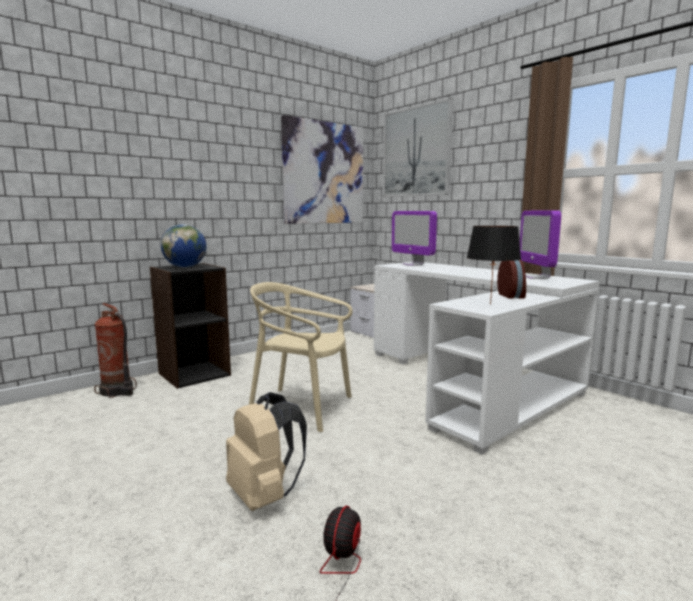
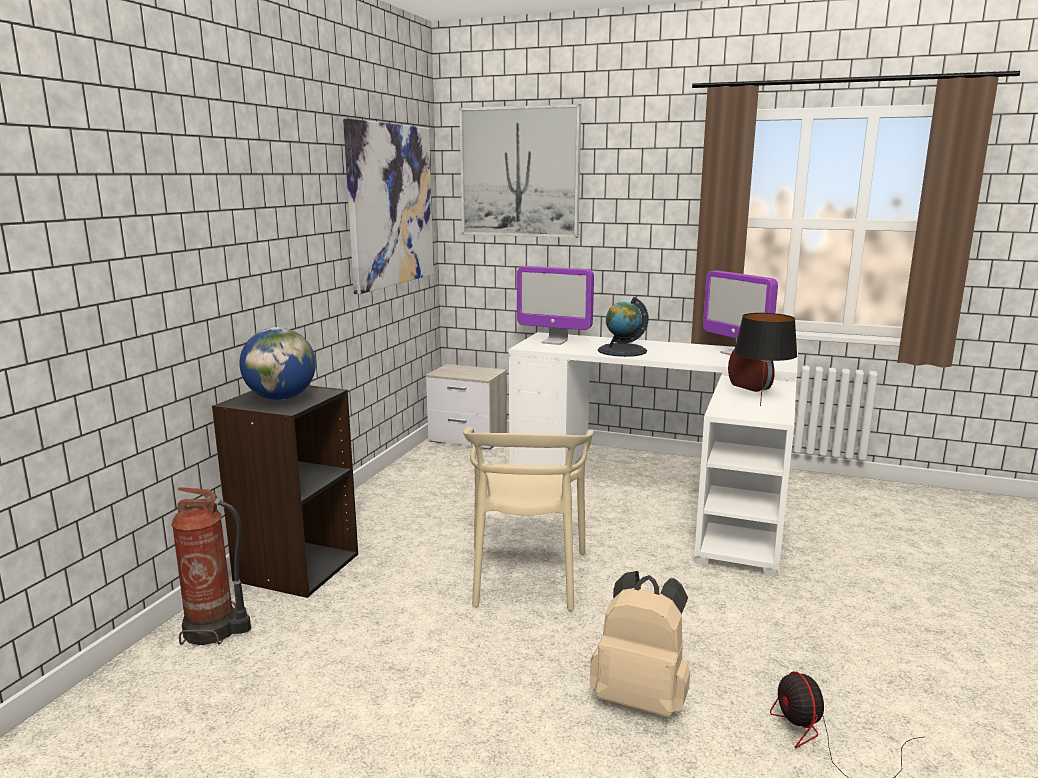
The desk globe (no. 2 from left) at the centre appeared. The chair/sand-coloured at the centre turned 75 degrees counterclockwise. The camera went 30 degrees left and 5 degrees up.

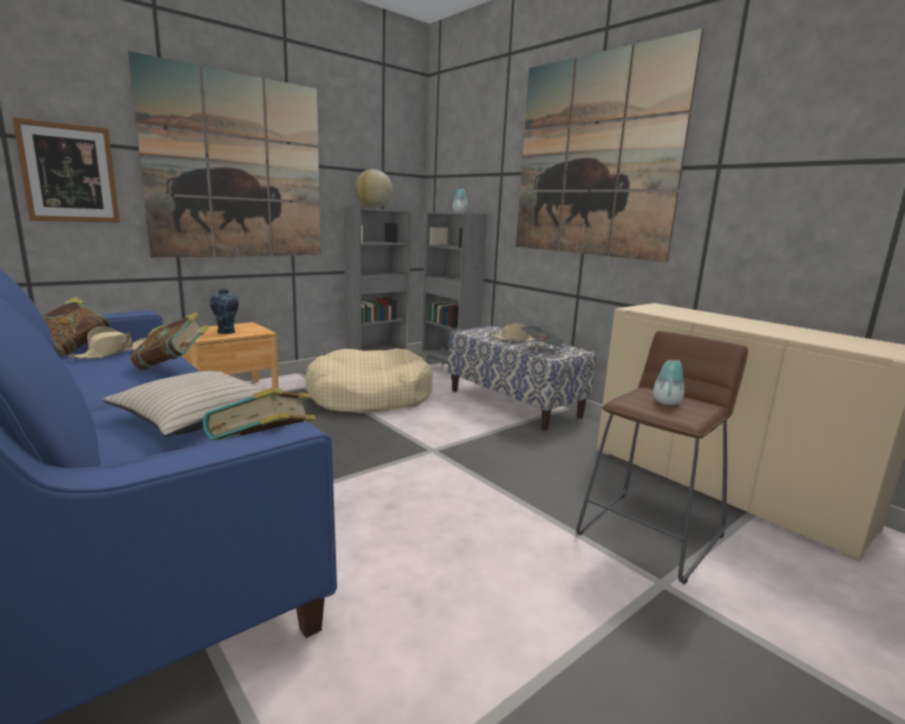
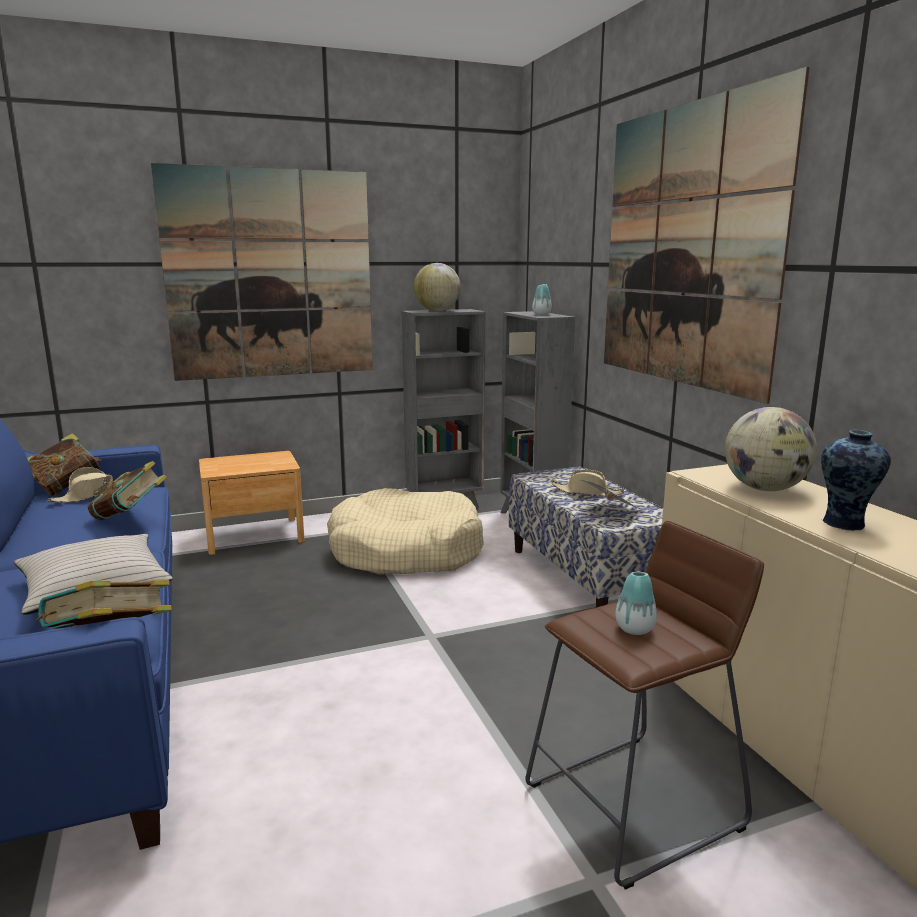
The picture (no. 1 from left) at the top left disappeared. The desk globe (no. 2 from left) at the middle right appeared. The vase (no. 1 from left in the first image) moved from the middle left to the middle right. The camera went 20 degrees right and 0 degrees up.

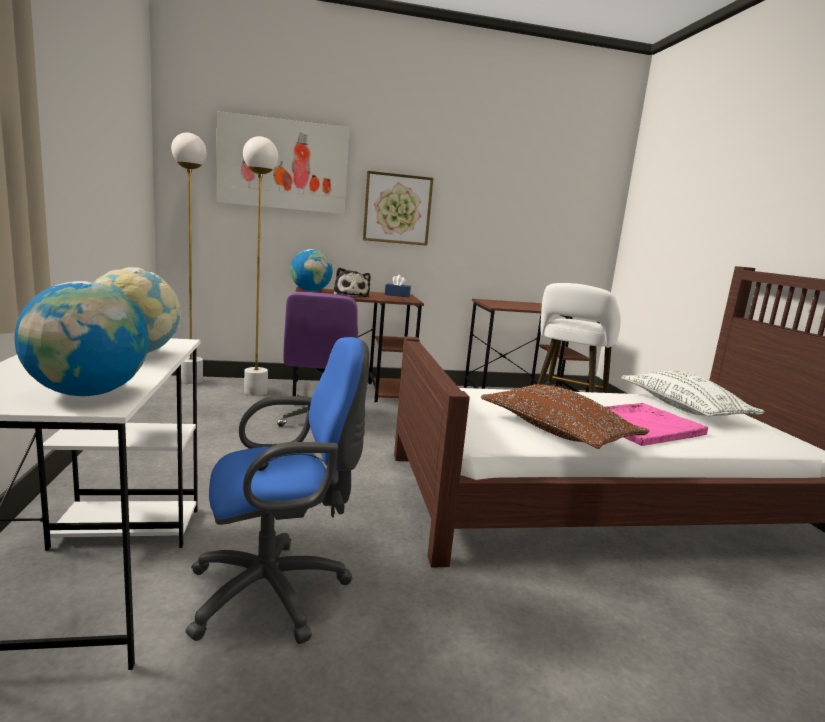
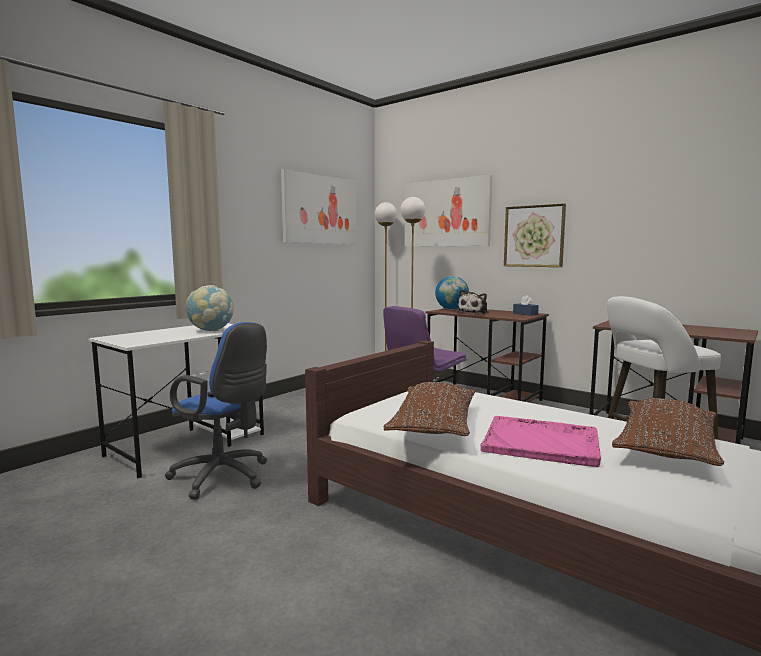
The desk globe (no. 1 from left) at the middle left disappeared. The picture (no. 1 from left) at the top centre appeared. The pillow/whitish at the middle right became the pillow/brown (no. 2 from left) at the middle right. The camera went 50 degrees right and 5 degrees down.

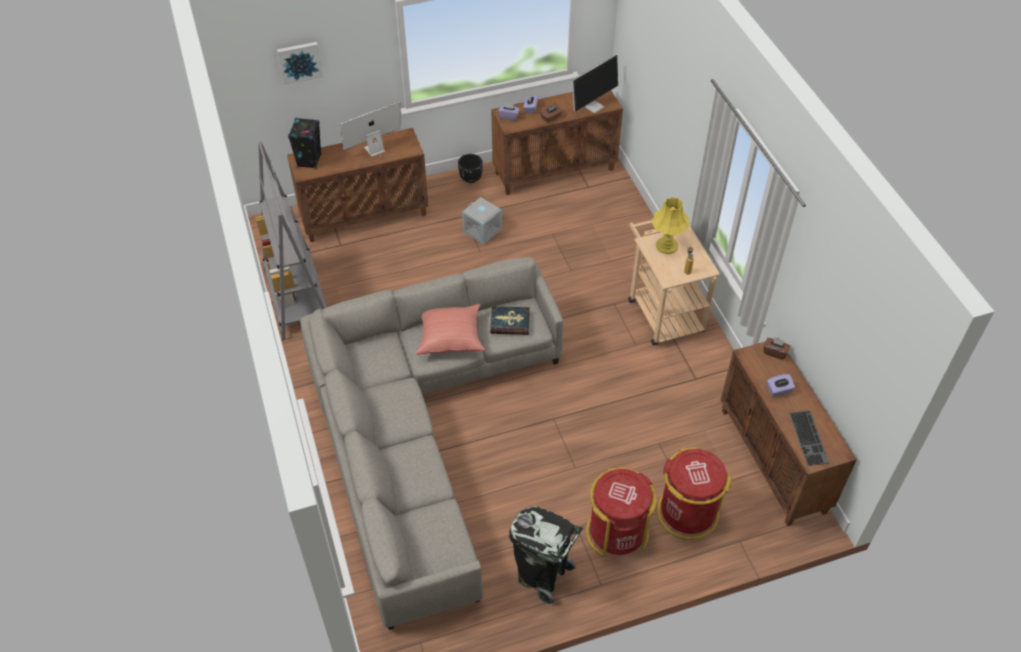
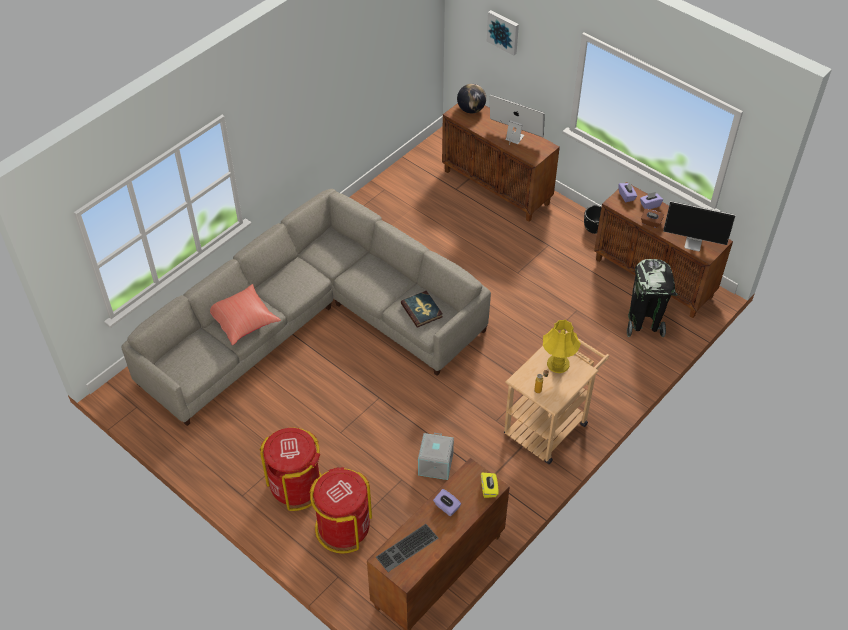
The shelving unit/gray at the middle left disappeared. The pillow/red-coloured moved from the centre to the middle left. The storage container/gray moved from the centre to the bottom centre. The trash can/black-coloured moved from the bottom centre to the middle right. The speaker/black-coloured at the top left was replaced by the desk globe at the top centre. The tissue box/brown (no. 2 from left) at the middle right became the tissue box/yellow-coloured at the bottom centre. The camera went 60 degrees right and 0 degrees up.

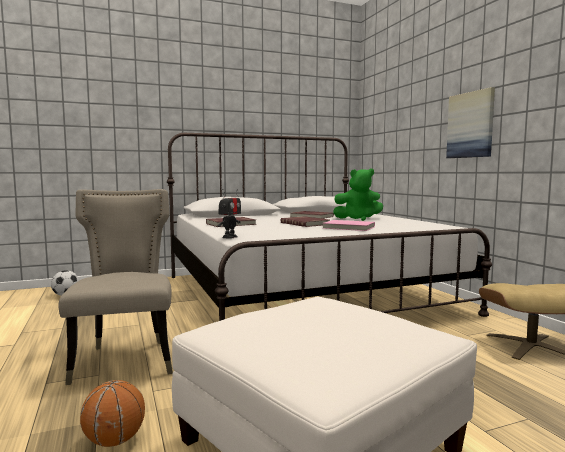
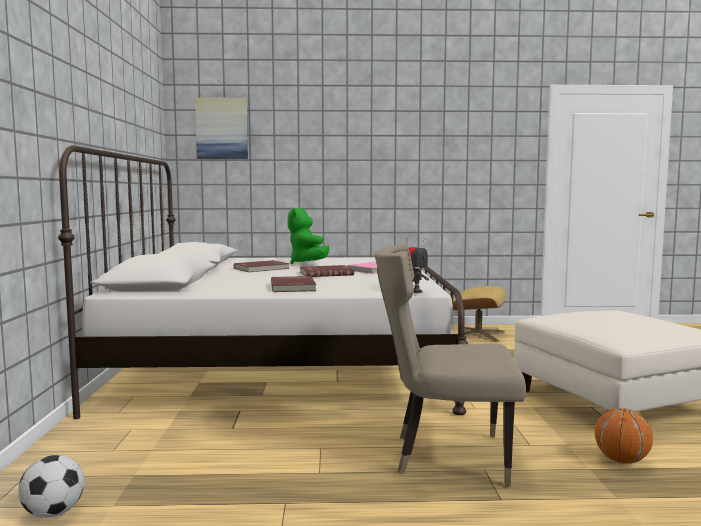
The picture moved from the top right to the top left. The plush toy/green-coloured at the centre turned 150 degrees clockwise. The camera went 70 degrees left and 0 degrees up.

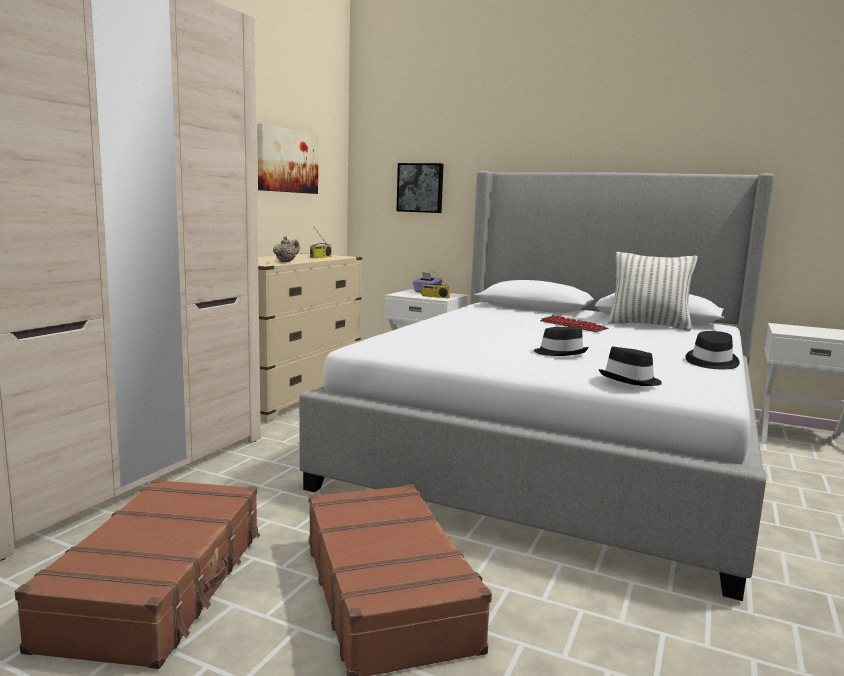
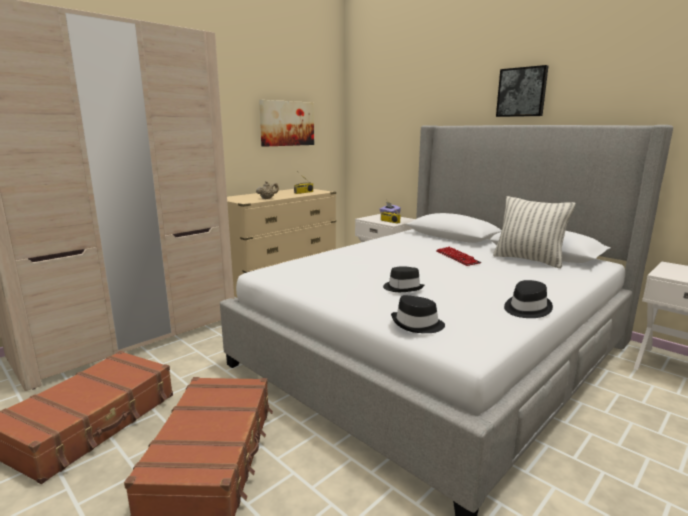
The picture (no. 2 from left) moved from the top centre to the top right. The camera went 20 degrees right and 5 degrees up.

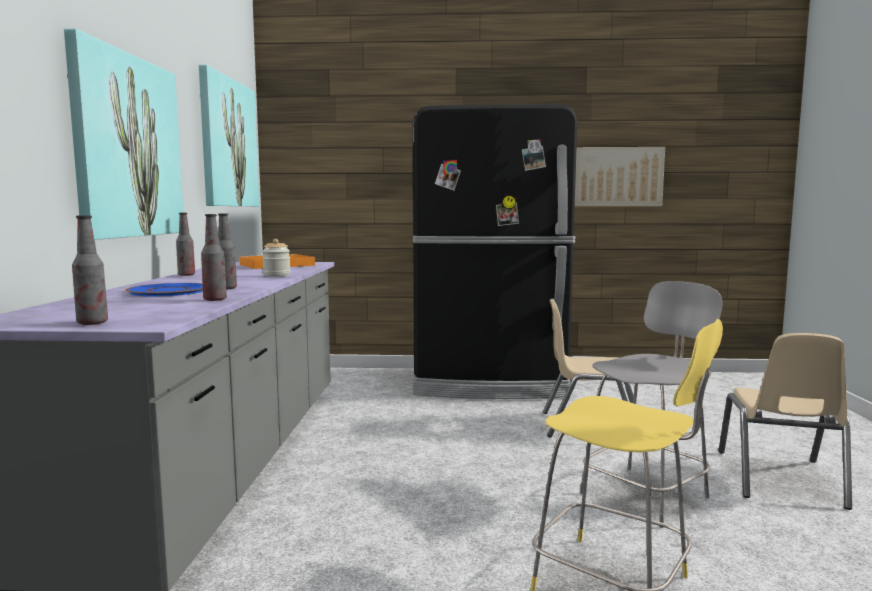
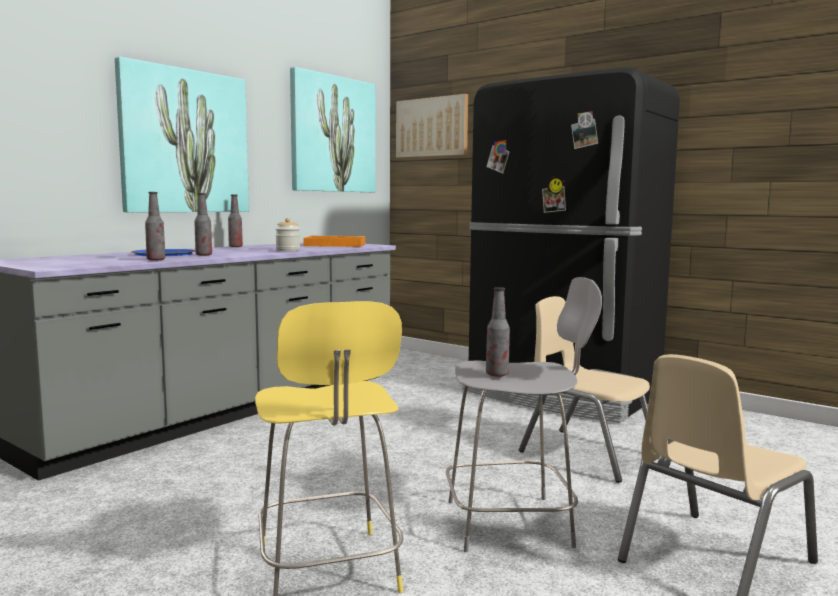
The drink bottle (no. 1 from left in the first image) moved from the middle left to the centre. The picture (no. 3 from left) moved from the top right to the top centre. The camera went 35 degrees right and 0 degrees up.

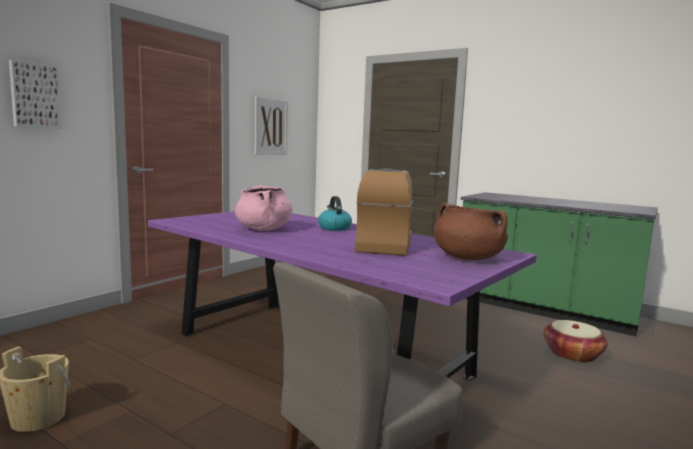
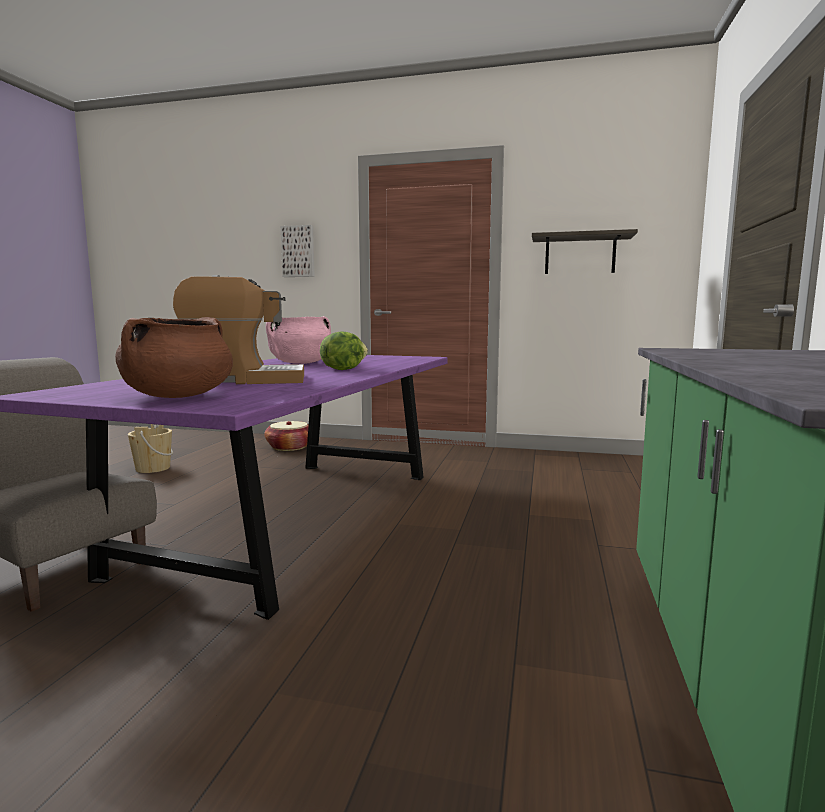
The household basket moved from the bottom right to the centre. The picture (no. 2 from left) at the top centre was replaced by the wall shelf at the top right. The water kettle at the centre was replaced by the head of lettuce at the centre. The camera went 70 degrees right and 0 degrees up.

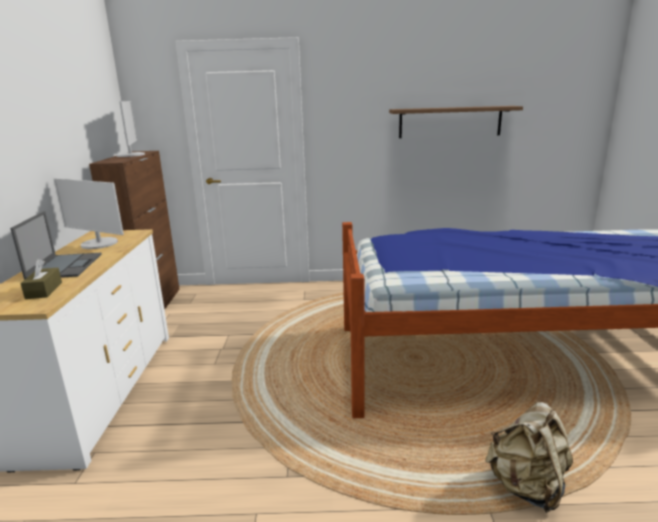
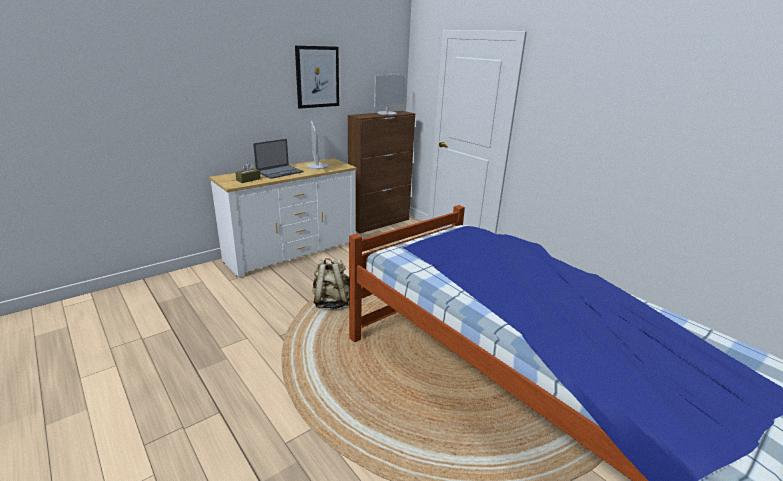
The wall shelf at the top right disappeared. The picture at the top centre appeared. The knapsack/sand-coloured moved from the bottom right to the centre. The camera went 50 degrees right and 5 degrees up.

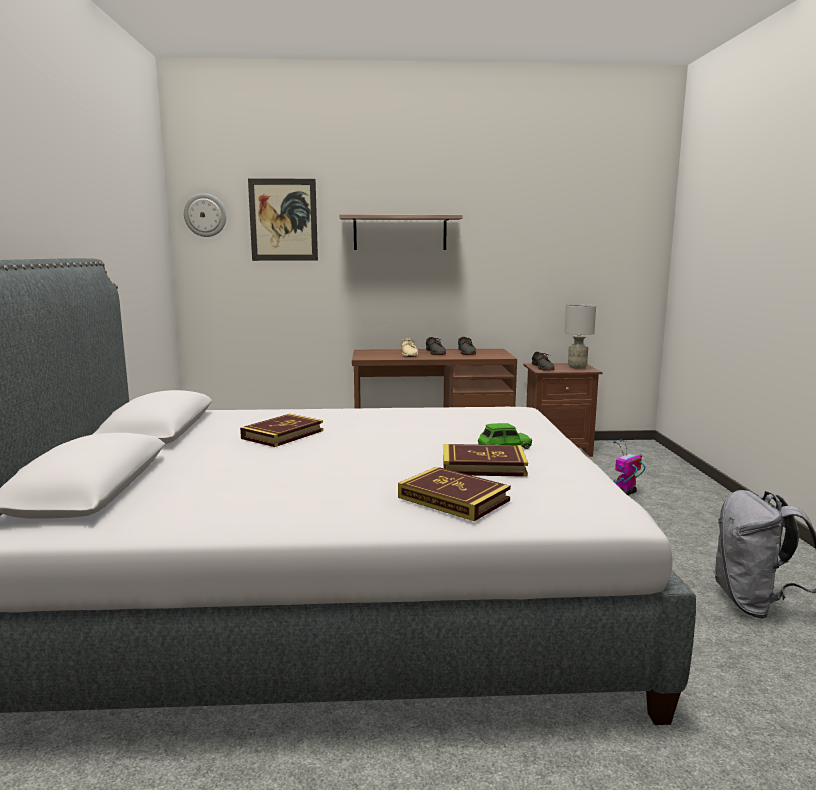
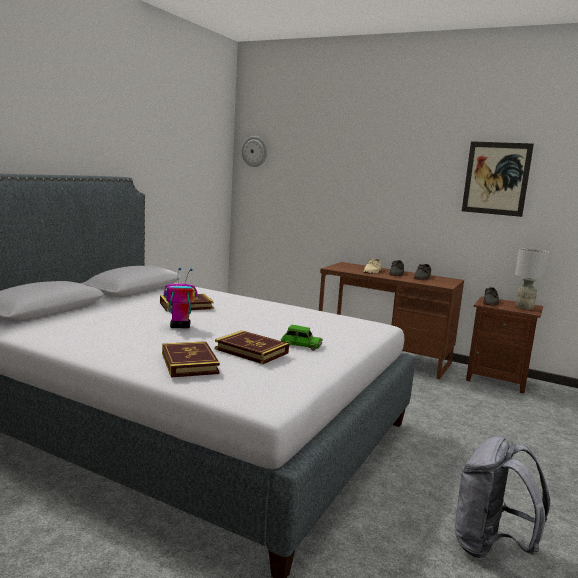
The wall shelf at the top centre disappeared. The picture moved from the top centre to the top right. The model robot moved from the middle right to the middle left. The camera went 30 degrees right and 0 degrees up.

